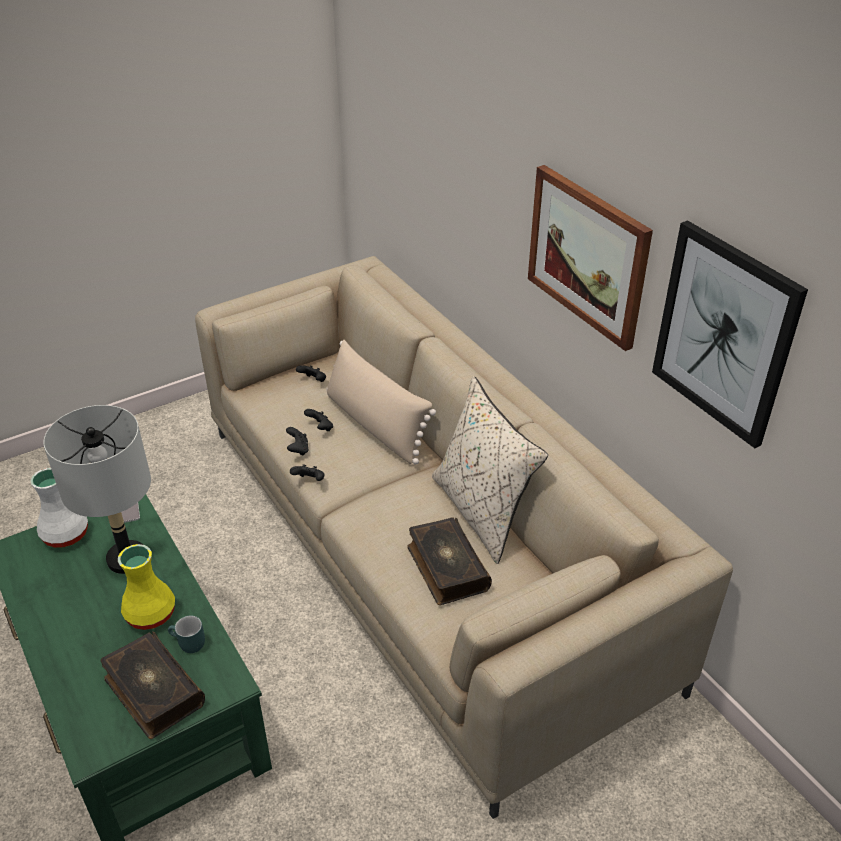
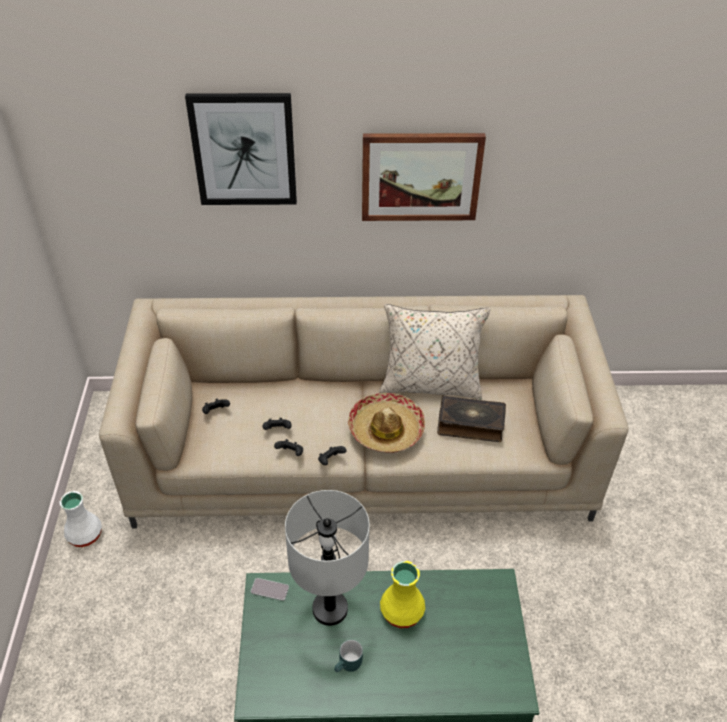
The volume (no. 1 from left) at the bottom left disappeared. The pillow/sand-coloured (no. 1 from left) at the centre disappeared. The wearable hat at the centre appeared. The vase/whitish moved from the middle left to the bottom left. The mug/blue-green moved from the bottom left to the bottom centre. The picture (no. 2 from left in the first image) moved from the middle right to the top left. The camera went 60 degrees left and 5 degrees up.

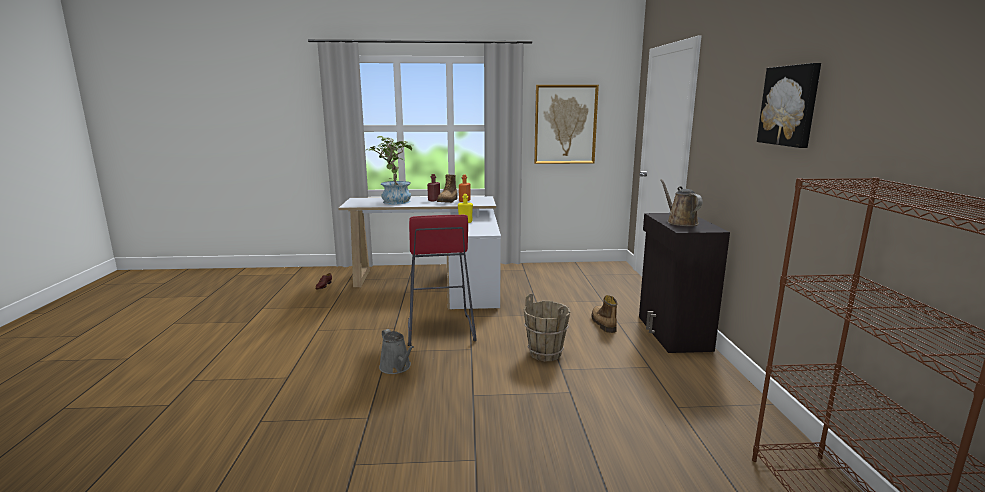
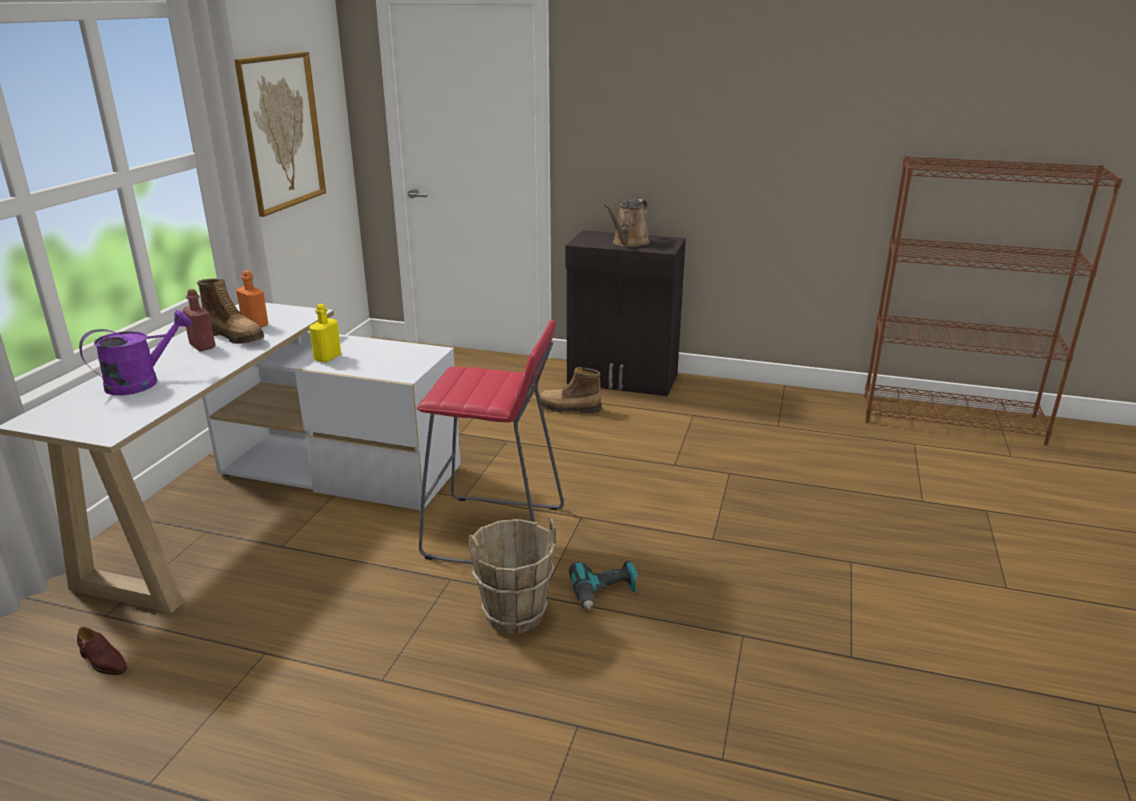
The picture (no. 2 from left) at the top right disappeared. The water bucket/brown moved from the centre to the bottom centre. The houseplant at the centre was replaced by the sprinkling can/purple-coloured at the middle left. The sprinkling can/gray at the bottom centre was replaced by the electric drill at the bottom centre. The sprinkling can/brown at the middle right turned 60 degrees counterclockwise. The camera went 70 degrees left and 10 degrees up.

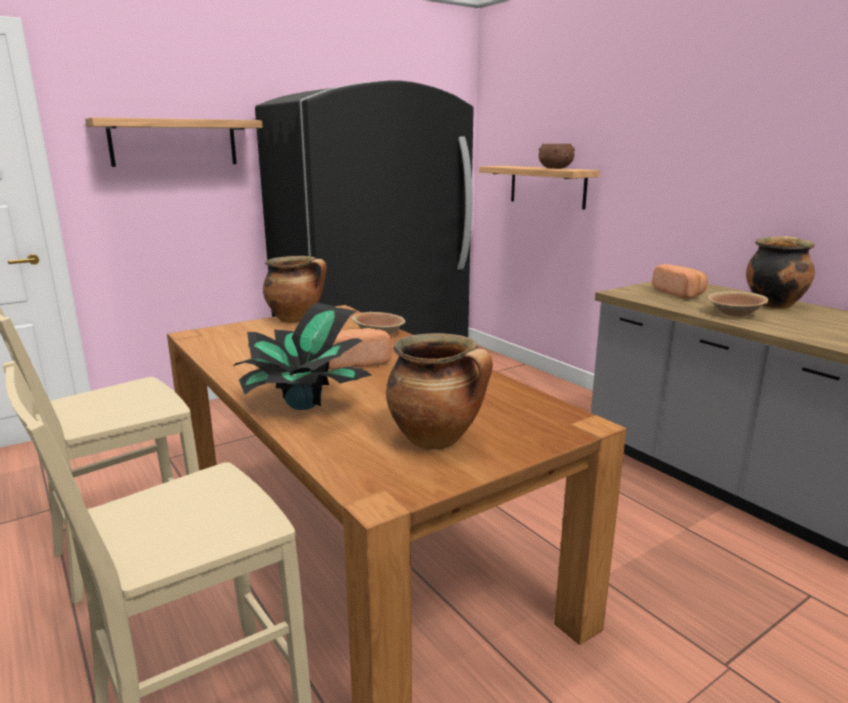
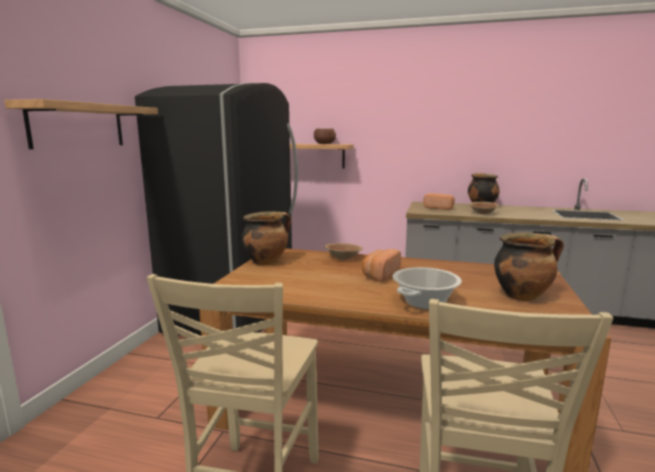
The houseplant at the centre was replaced by the saucepot (no. 2 from left) at the centre. The camera went 40 degrees left and 5 degrees down.

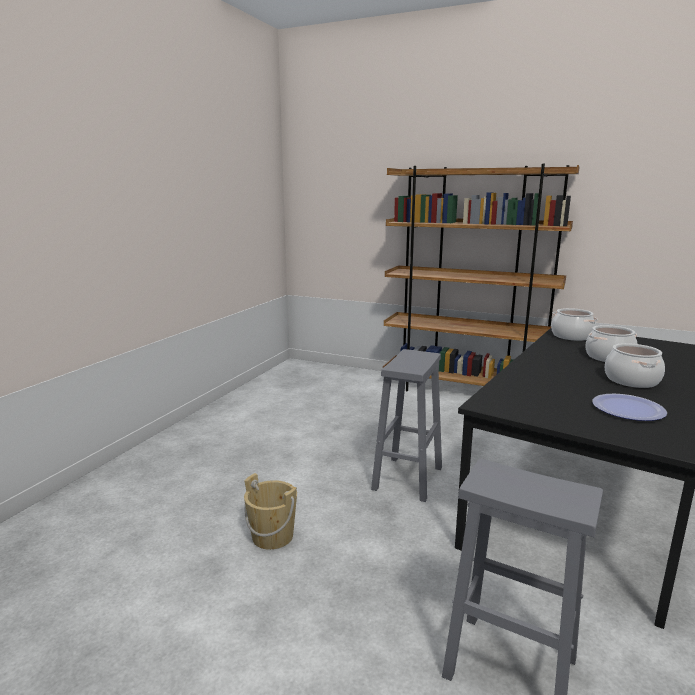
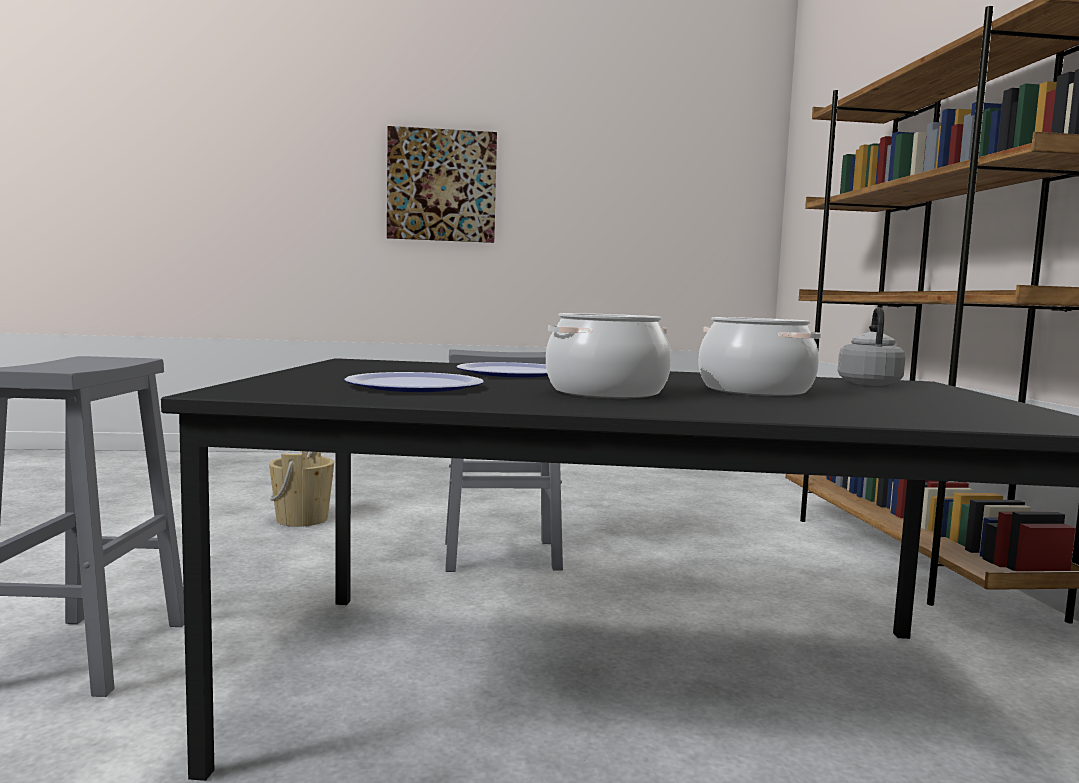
The picture at the top centre appeared. The plate (no. 2 from left) at the centre appeared. The saucepot (no. 1 from left) at the middle right was replaced by the water kettle/gray at the middle right. The camera went 60 degrees right and 10 degrees down.

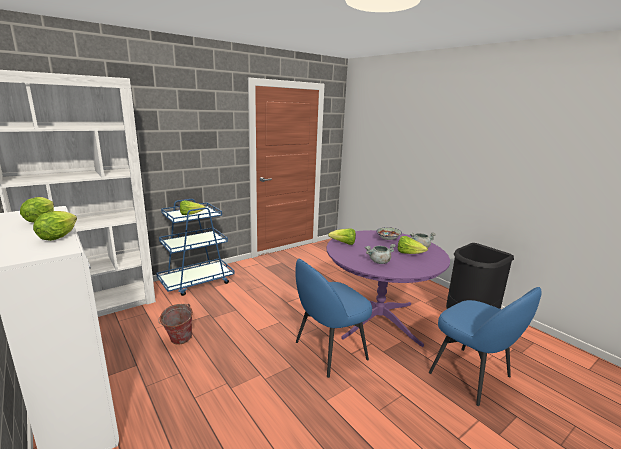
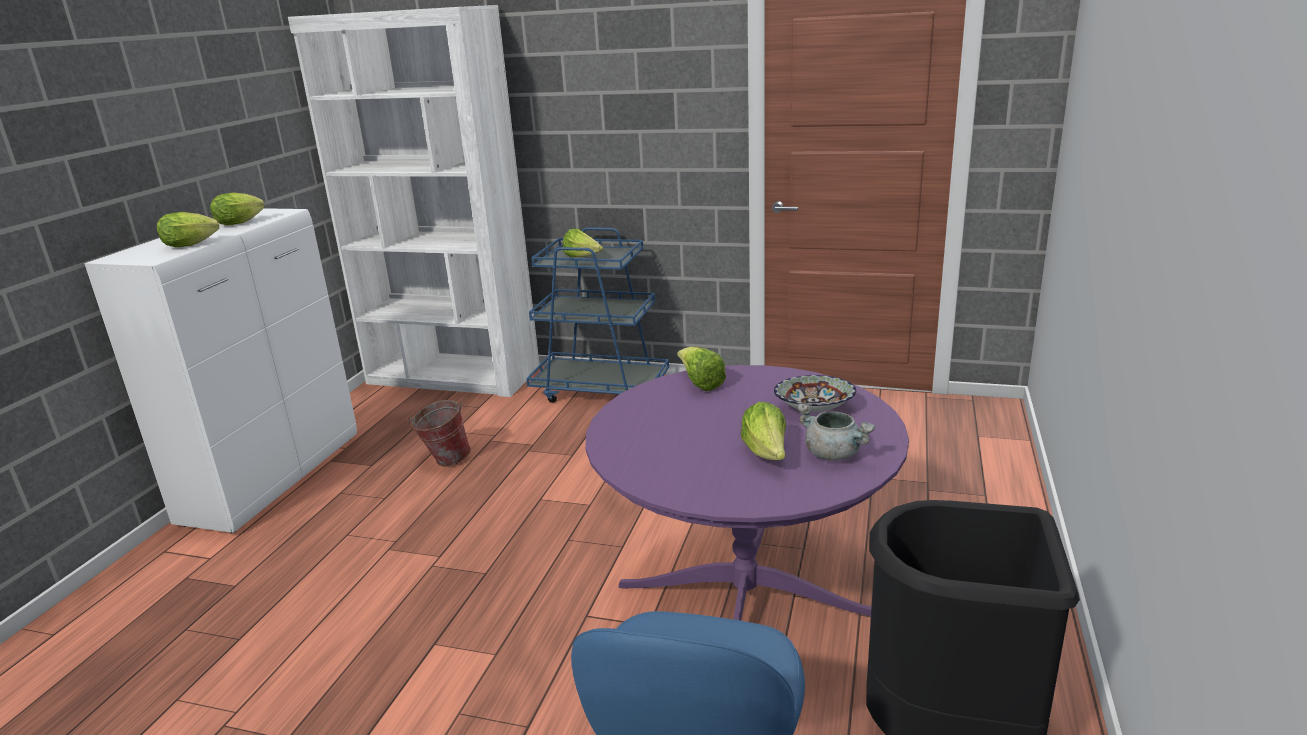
The chair/blue (no. 1 from left) at the bottom centre disappeared. The saucepot/gray (no. 1 from left) at the centre disappeared. The camera went 55 degrees right and 5 degrees up.

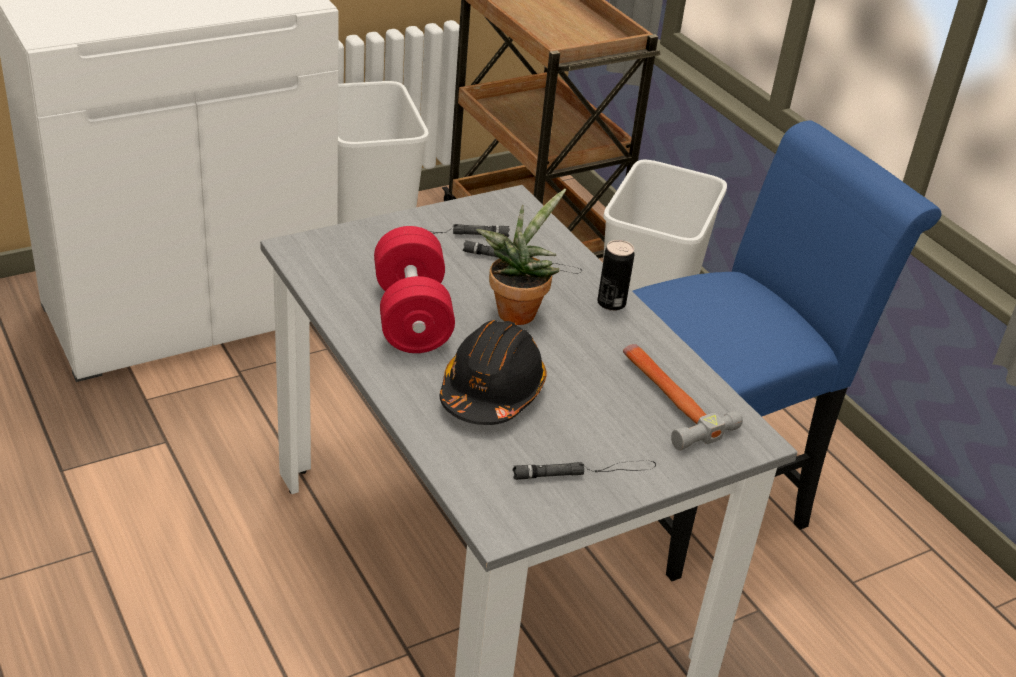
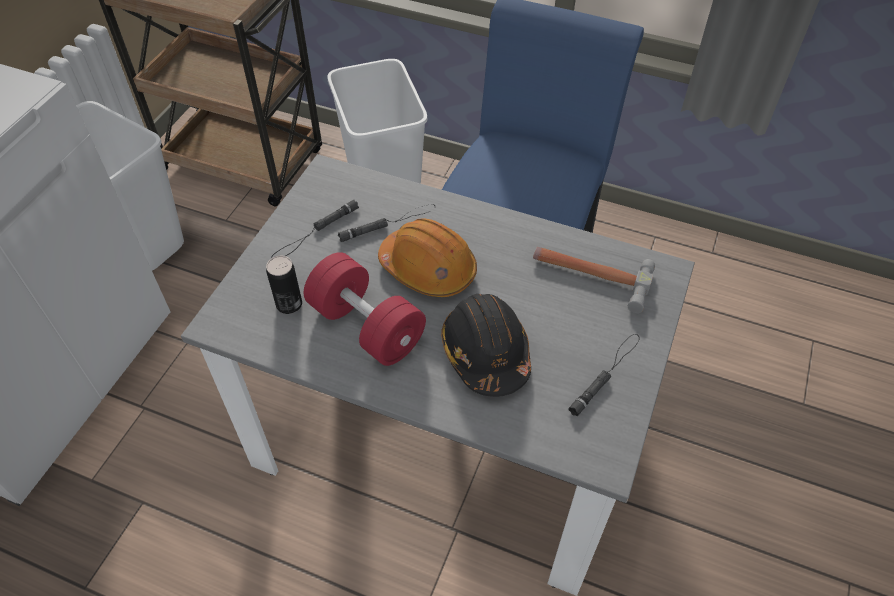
The can moved from the centre to the middle left. The houseplant at the centre was replaced by the hard hat/orangey at the centre. The camera went 35 degrees left and 15 degrees up.

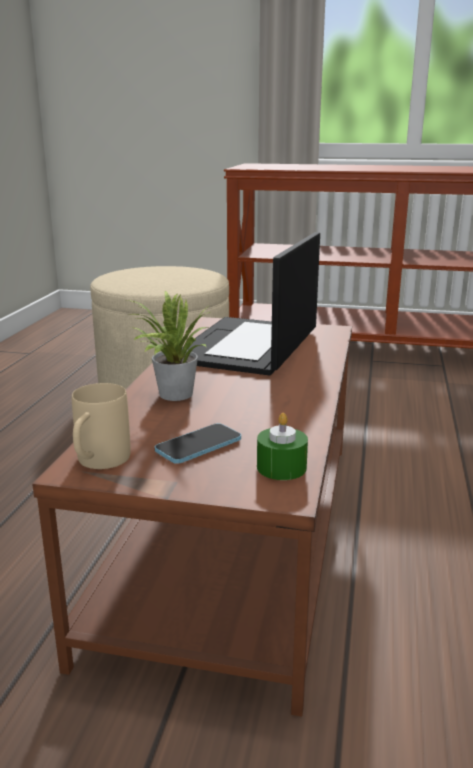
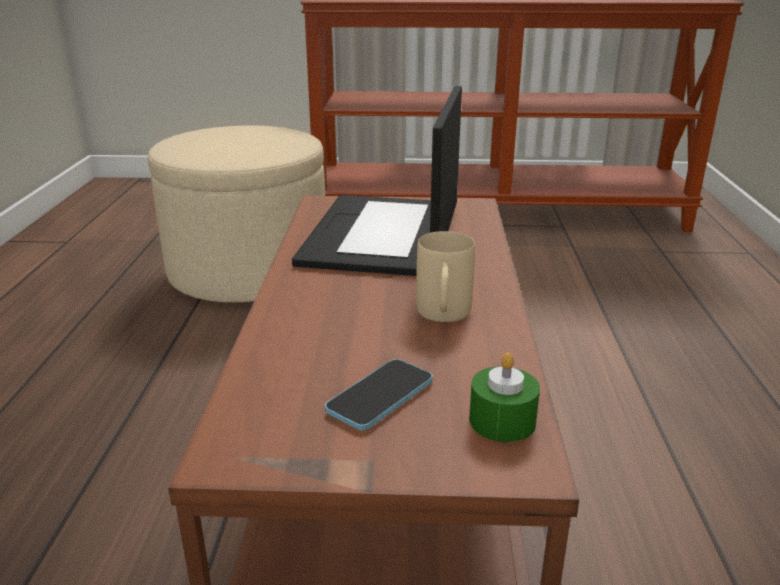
The houseplant at the centre disappeared. The mug/sand-coloured moved from the middle left to the centre. The camera went 10 degrees left and 5 degrees up.

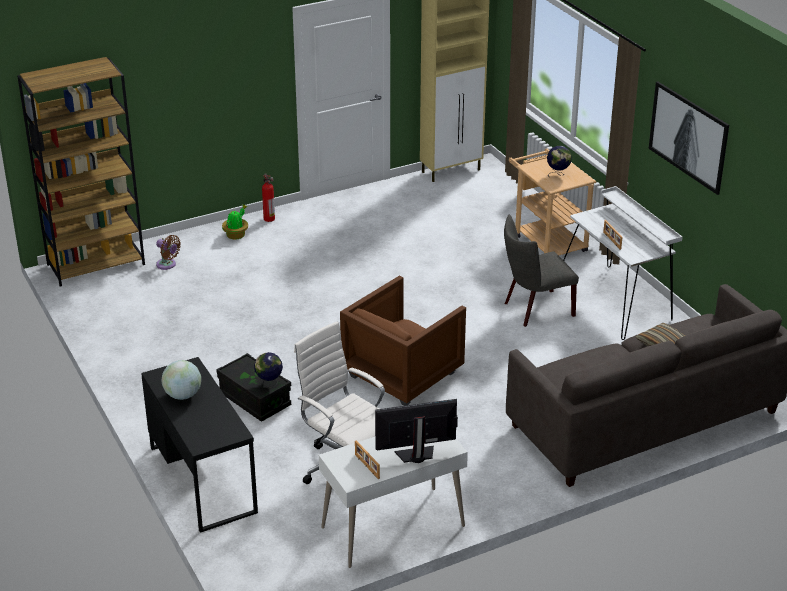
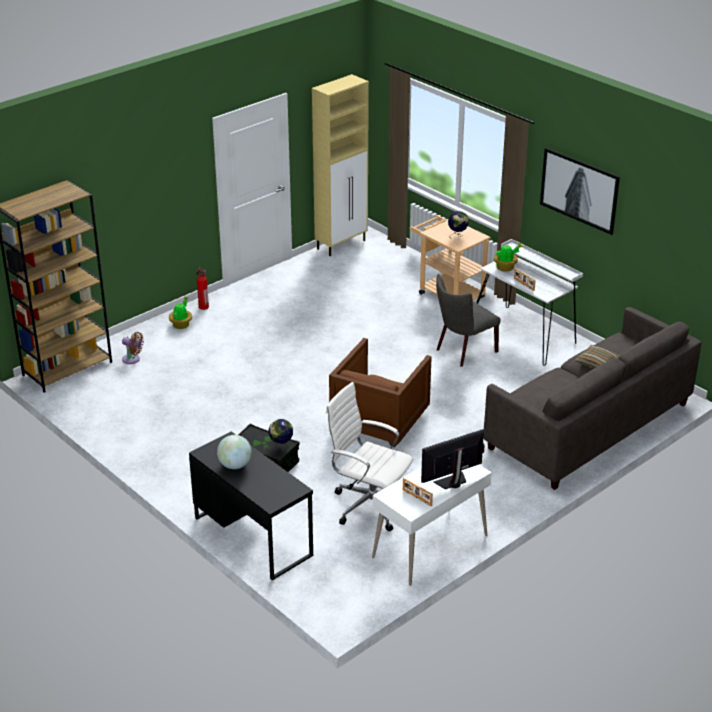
The houseplant (no. 2 from left) at the middle right appeared. The camera went 15 degrees left and 0 degrees up.

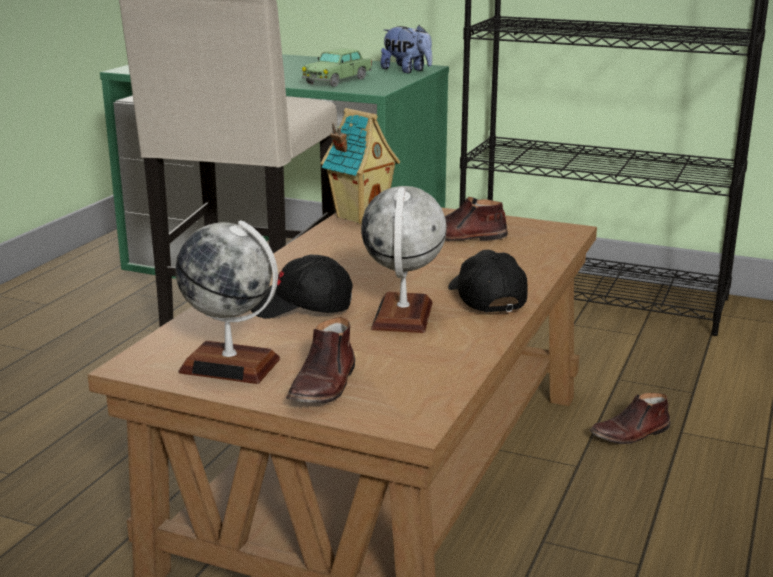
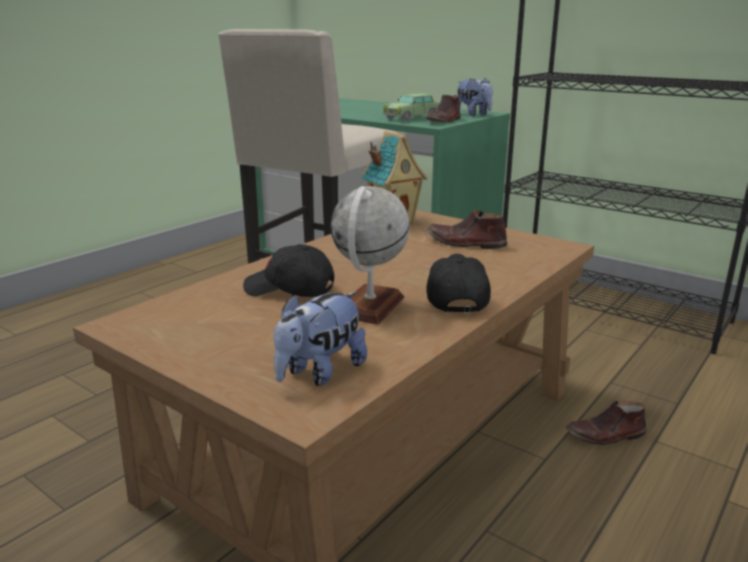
The desk globe (no. 1 from left) at the middle left disappeared. The plush toy (no. 1 from left) at the centre appeared. The low shoe/brown (no. 1 from left) moved from the centre to the top centre. The camera went 15 degrees right and 0 degrees up.

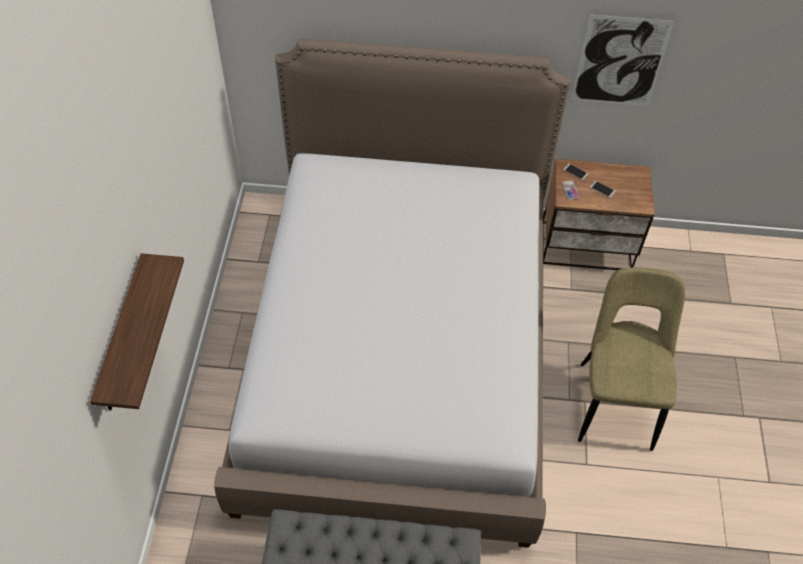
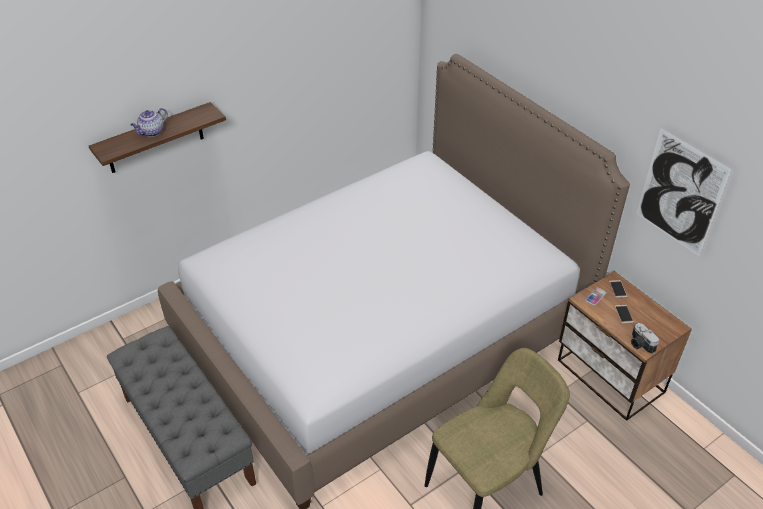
The tea pot at the top left appeared. The photo camera at the middle right appeared. The camera went 50 degrees right and 10 degrees down.

